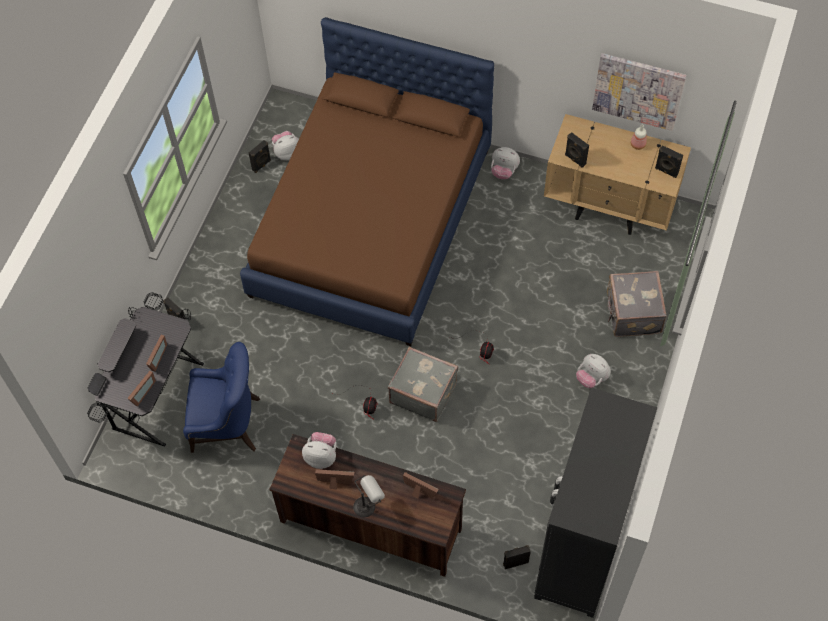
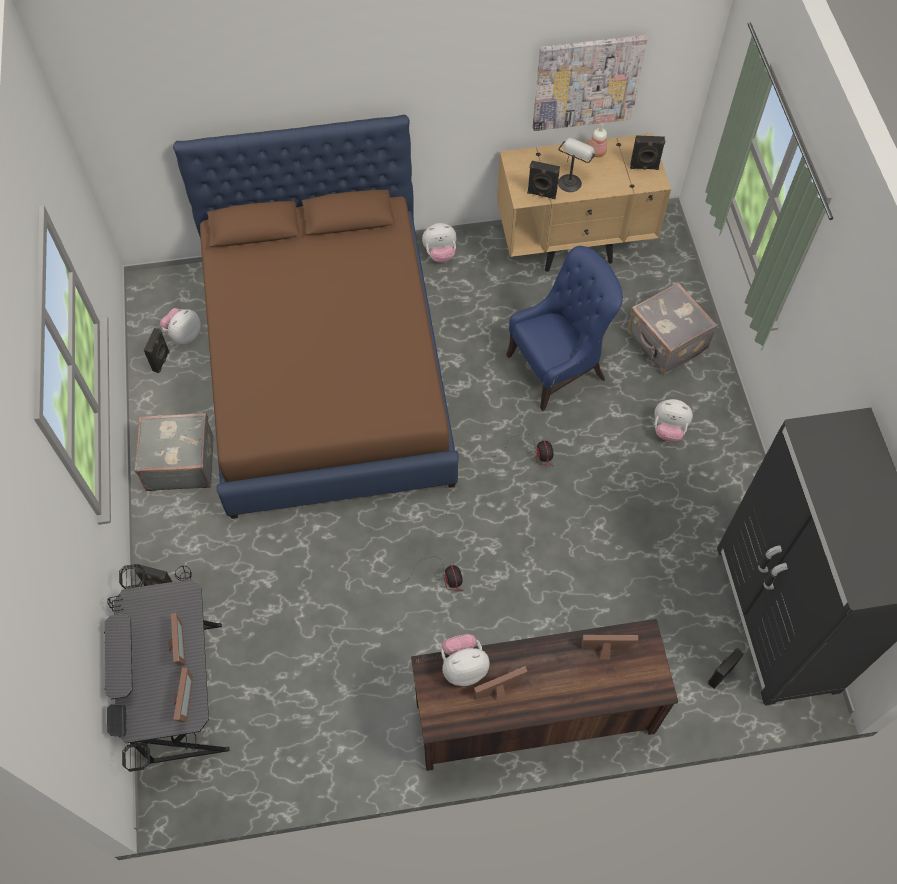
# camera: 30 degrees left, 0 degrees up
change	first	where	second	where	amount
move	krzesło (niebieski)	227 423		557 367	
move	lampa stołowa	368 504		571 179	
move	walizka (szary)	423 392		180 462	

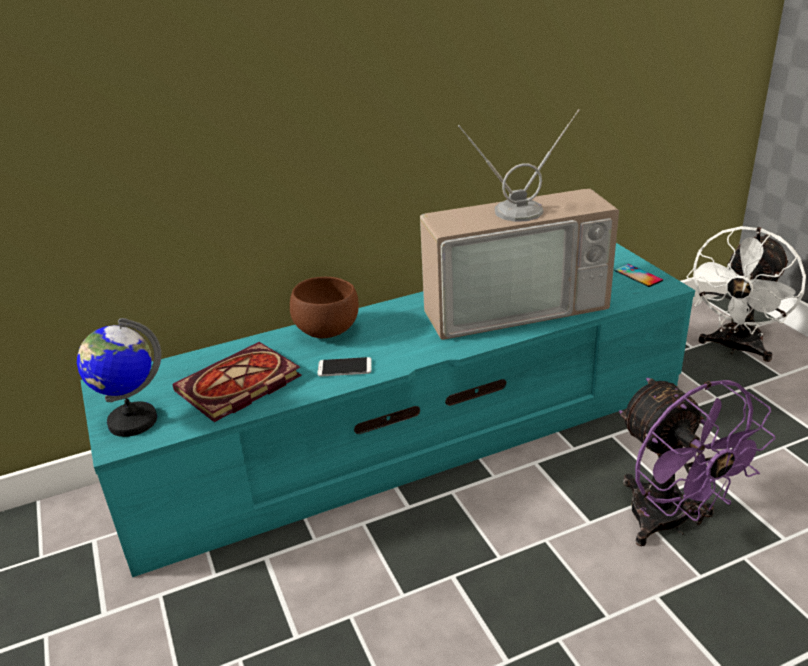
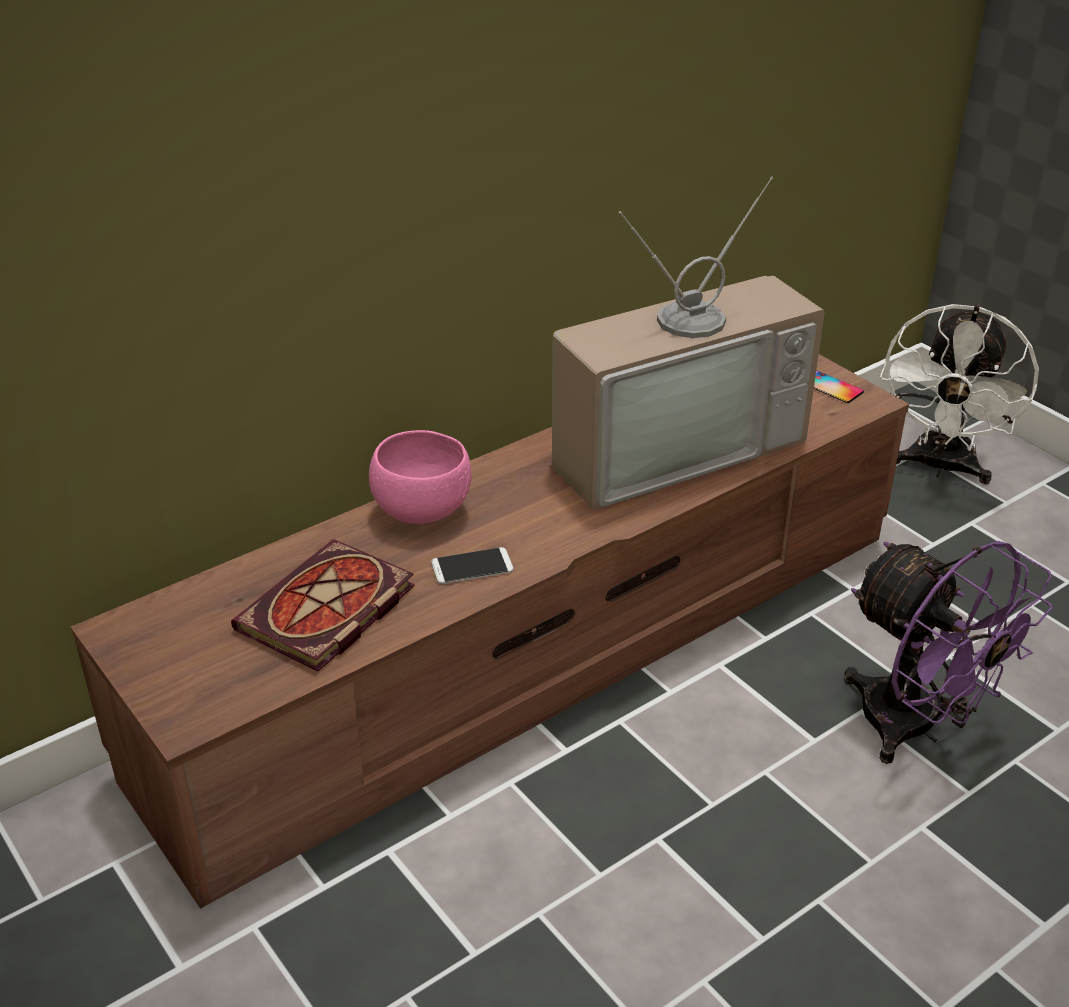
# camera: 15 degrees left, 5 degrees up
change	first	where	second	where	amount
delete	globus	132 421			
recolor	szafka pod telewizor (turkusowy)	410 434	szafka pod telewizor (brązowy)	533 643	
recolor	miska (brązowy)	328 331	miska (różowy)	423 511	

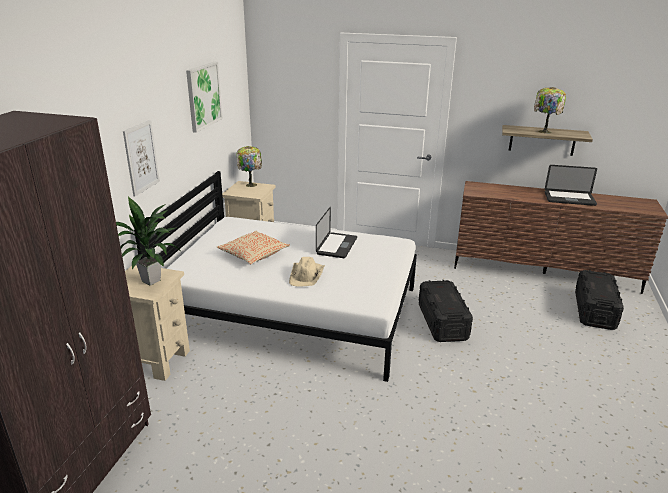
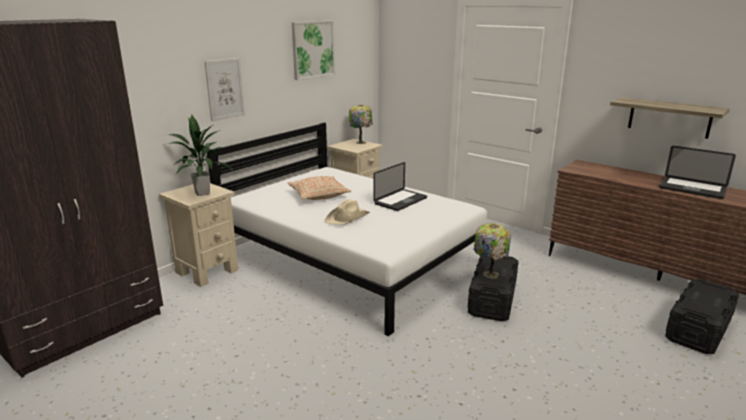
# camera: 25 degrees right, 5 degrees down
change	first	where	second	where	amount
move	lampa stołowa	544 132		489 274	

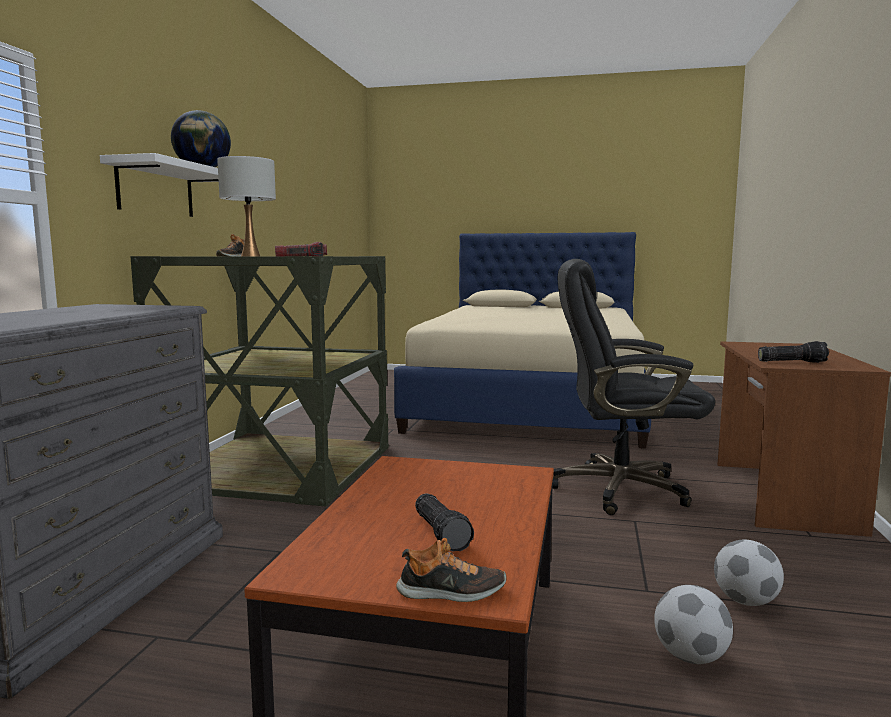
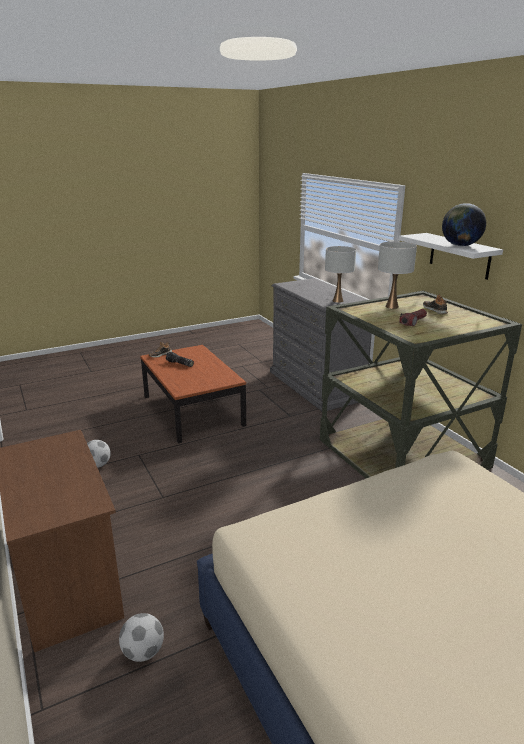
# camera: 140 degrees right, 15 degrees up
change	first	where	second	where	amount
delete	krzesło biurowe (czarny)	622 490			
delete	latarka	791 362			
insert			lampa stołowa (biały)	337 301	
move	piłka futbolowa	690 657		143 652	

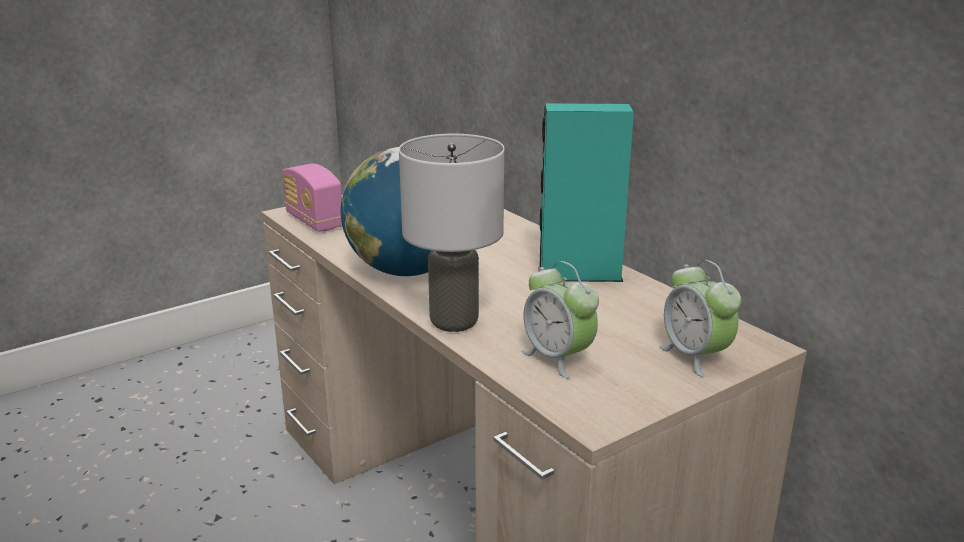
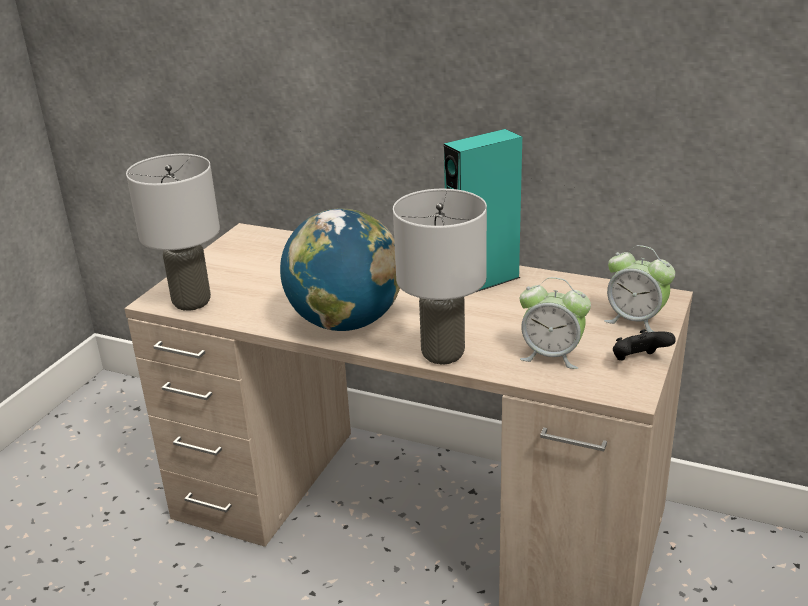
# camera: 30 degrees left, 5 degrees up
change	first	where	second	where	amount
insert			pad do gier (czarny)	638 361	
replace	radio	314 221	lampa stołowa (biały)	194 302	

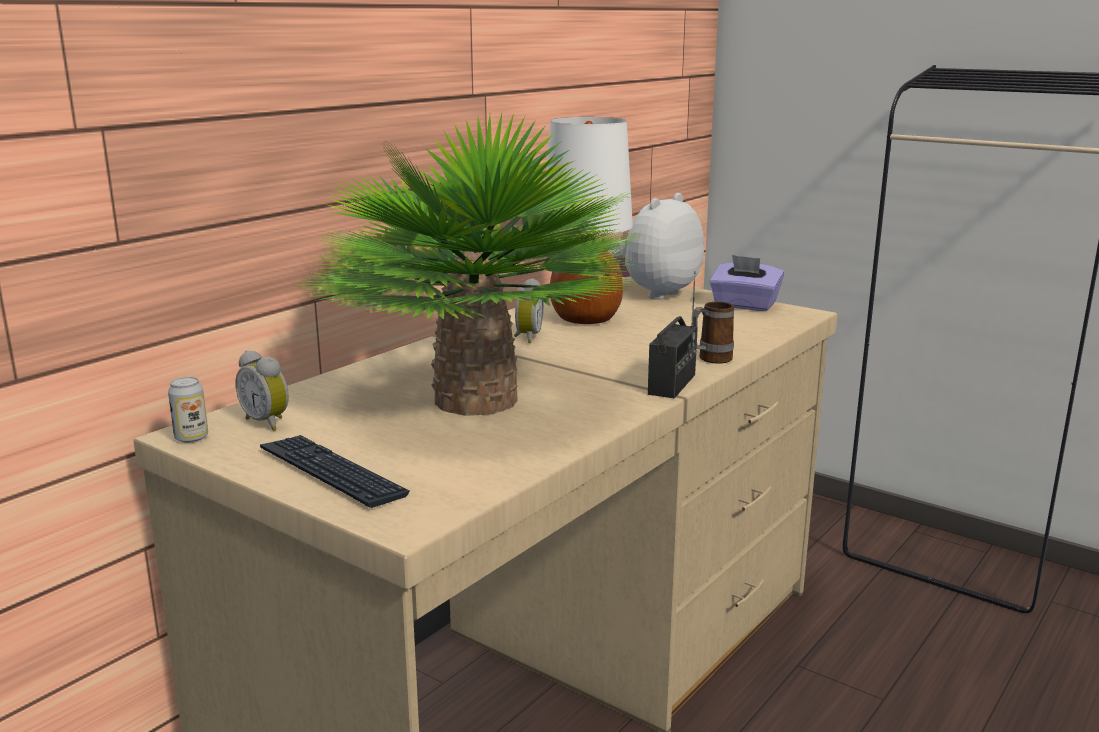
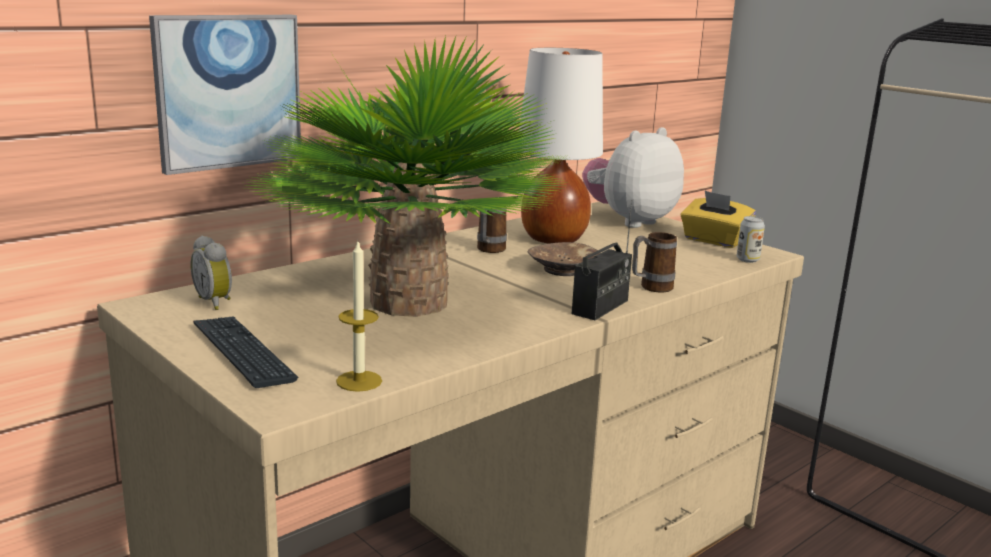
# camera: 10 degrees right, 0 degrees up
change	first	where	second	where	amount
insert			obraz	228 91	
insert			świeca	359 381	
insert			miska (brązowy)	564 270	
move	puszka	191 438		747 260	
replace	budzik	526 337	kubek	489 250	
recolor	pudełko chusteczek (fioletowy)	744 305	pudełko chusteczek (żółty)	714 240	

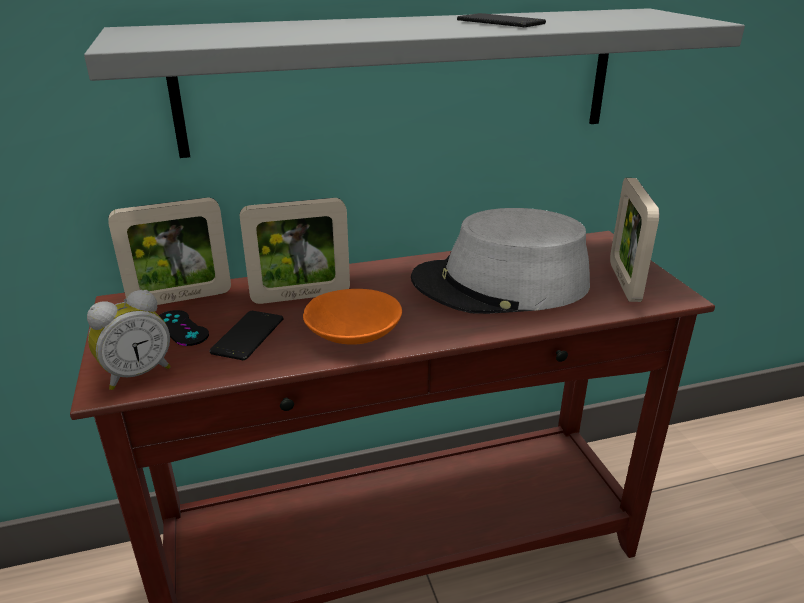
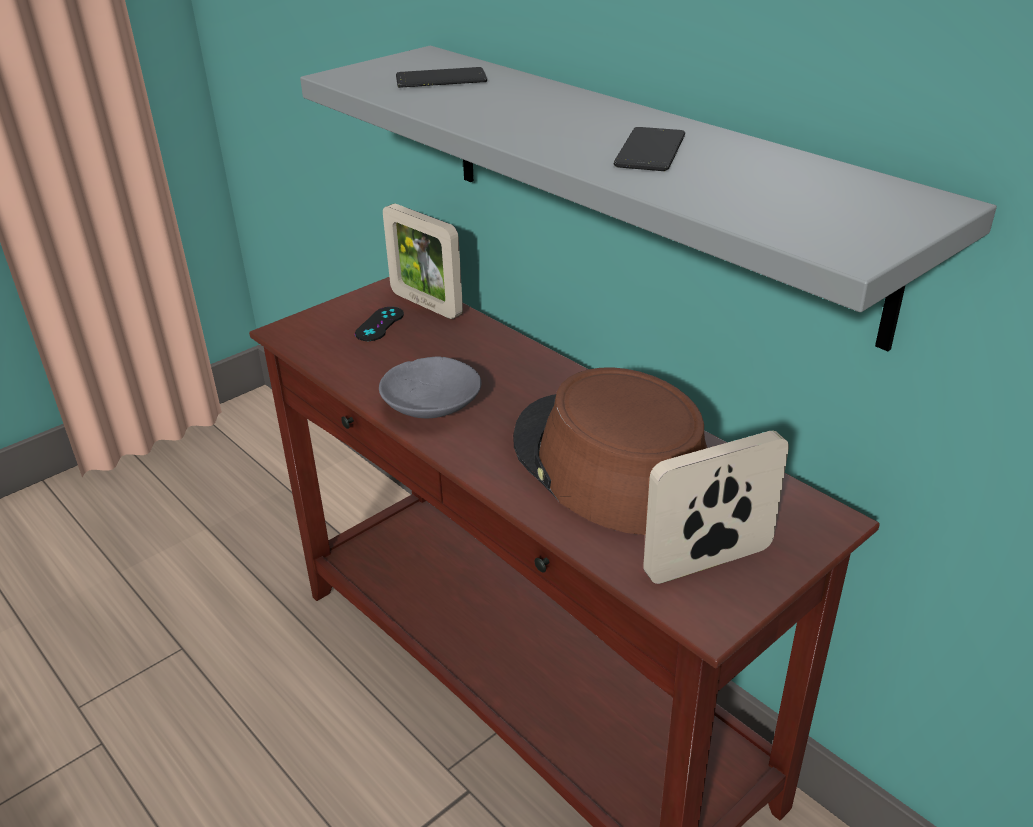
# camera: 65 degrees right, 5 degrees up
change	first	where	second	where	amount
delete	budzik	137 374			
delete	ramka na zdjęcie	300 296			
move	telefon	248 336		441 79	
recolor	miska (pomarańczowy)	352 332	miska (szary)	432 404	
recolor	kapelusz (szary)	501 284	kapelusz (brązowy)	608 465	

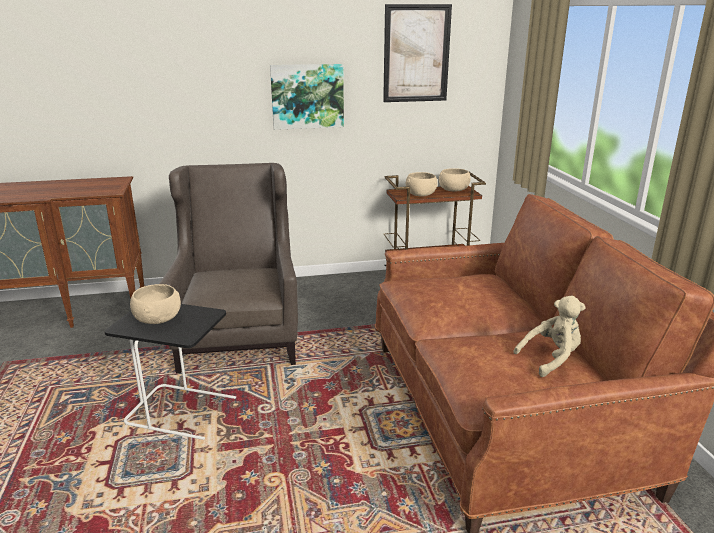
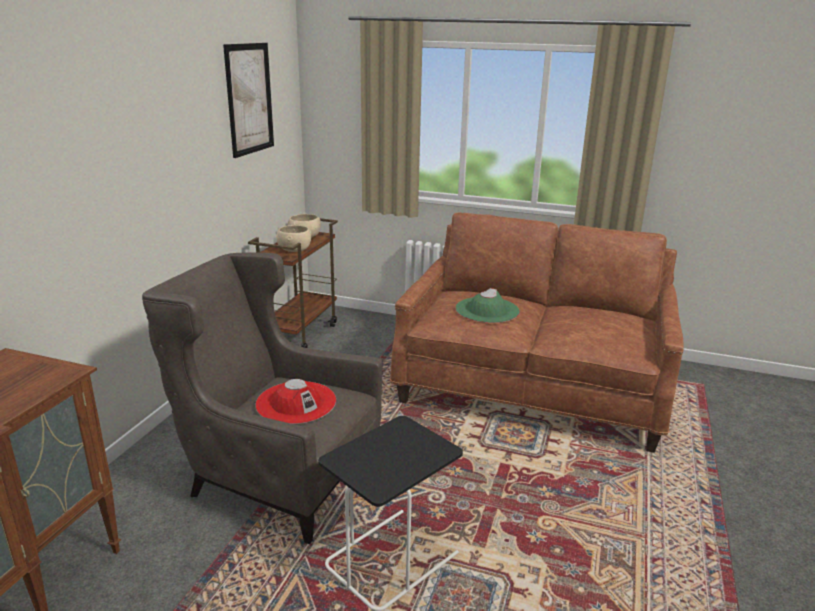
# camera: 60 degrees left, 0 degrees up
change	first	where	second	where	amount
delete	miska (beżowy)	157 319			
delete	obraz	307 96			
delete	pluszak (beżowy)	551 359			
insert			kapelusz (czerwony)	296 402	
insert			kapelusz (zielony)	487 310	

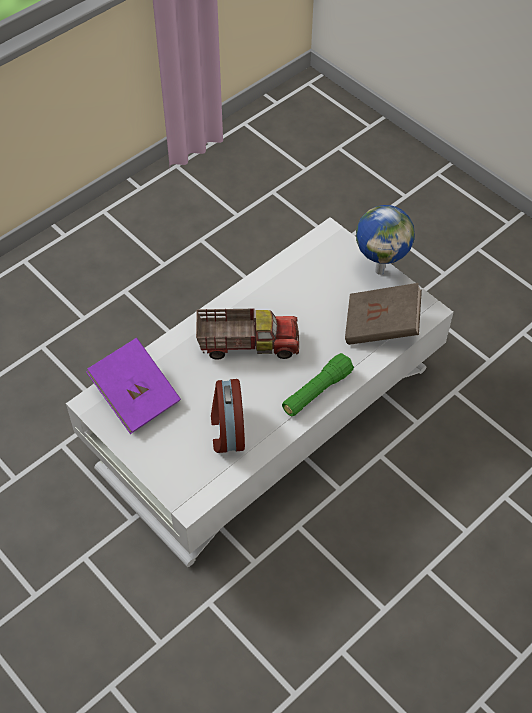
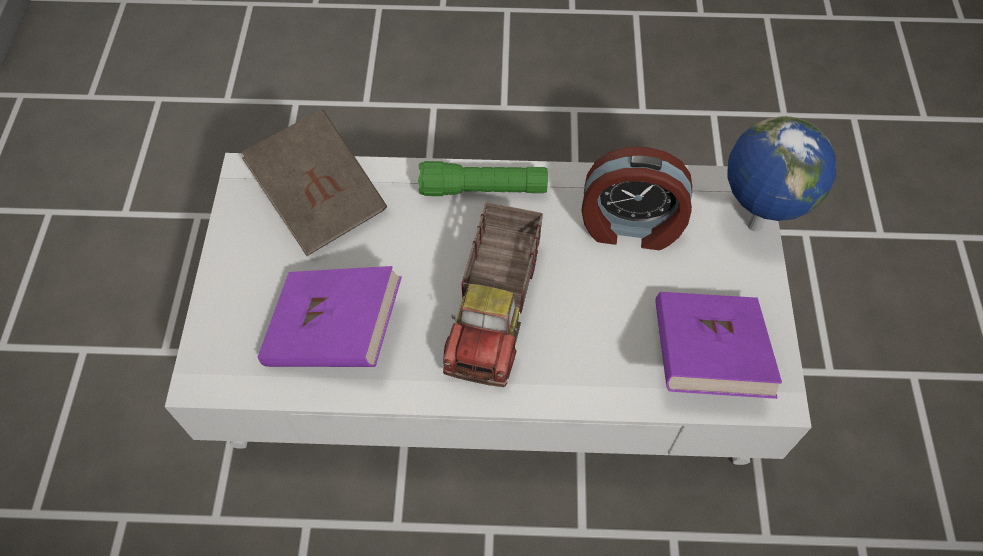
# camera: 135 degrees left, 5 degrees up
change	first	where	second	where	amount
insert			książka (fioletowy)	335 334	
move	globus	380 270		752 225	
rotate	ciężarówka zabawkowa	247 344		496 310	120 degrees counterclockwise
rotate	budzik	227 430		630 227	60 degrees clockwise

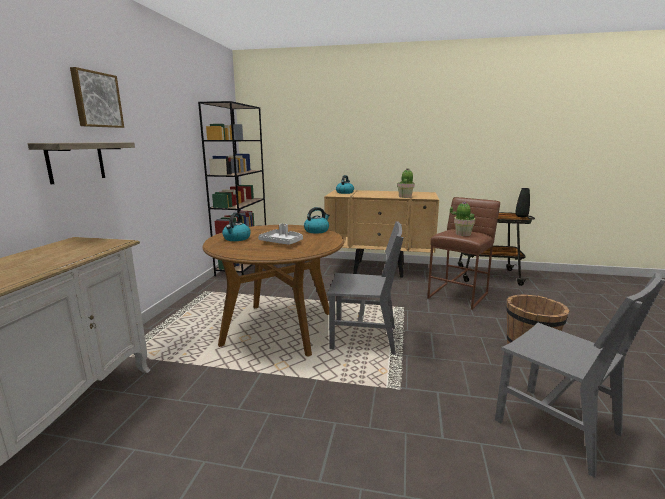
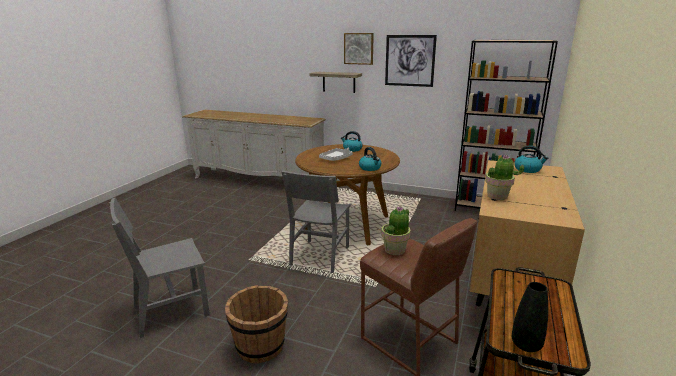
# camera: 100 degrees right, 5 degrees up
change	first	where	second	where	amount
insert			obraz	410 60	

